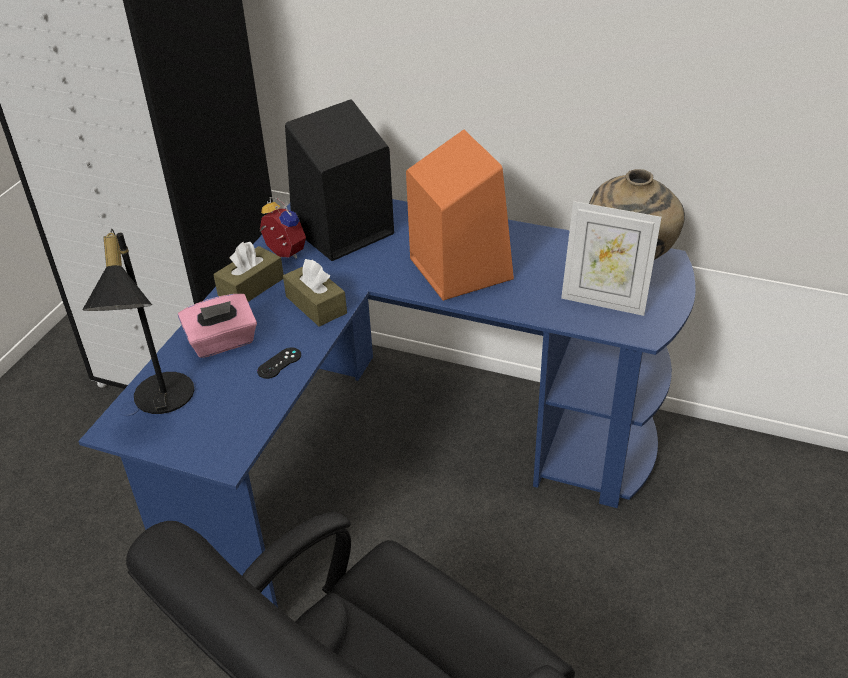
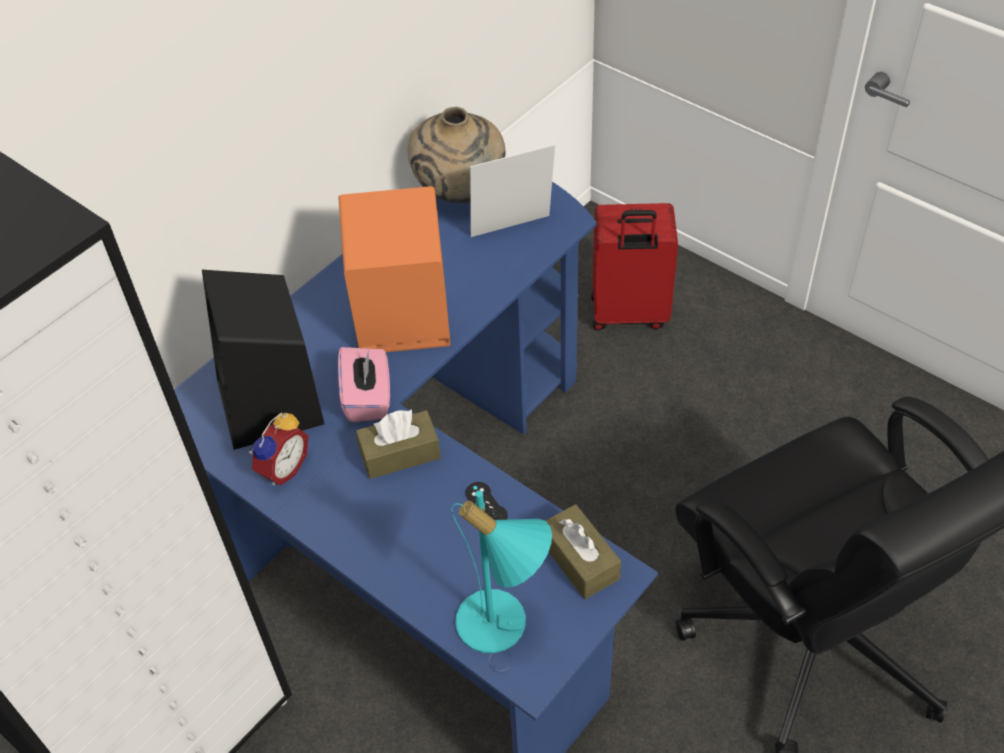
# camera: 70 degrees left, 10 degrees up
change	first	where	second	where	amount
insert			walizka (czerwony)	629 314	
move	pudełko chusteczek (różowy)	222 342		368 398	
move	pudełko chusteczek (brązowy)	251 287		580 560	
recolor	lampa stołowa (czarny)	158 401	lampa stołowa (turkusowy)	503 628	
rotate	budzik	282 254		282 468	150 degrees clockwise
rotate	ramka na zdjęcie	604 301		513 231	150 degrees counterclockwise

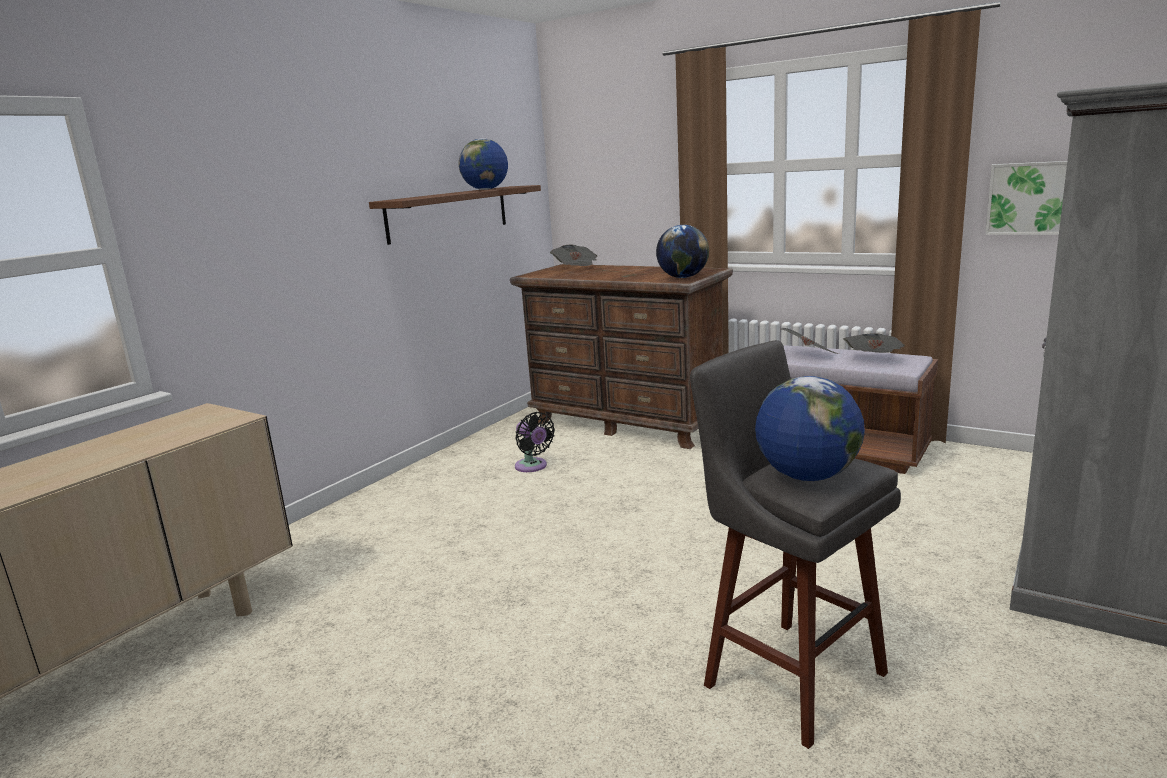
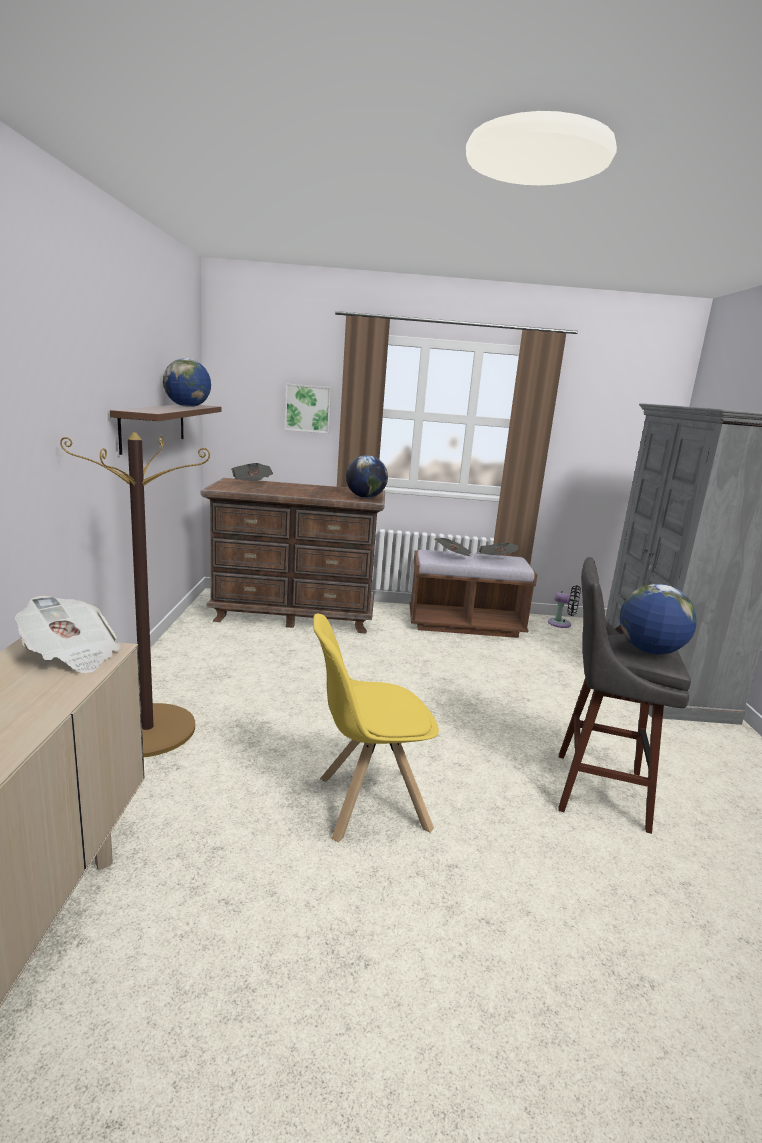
# camera: 35 degrees left, 0 degrees up
change	first	where	second	where	amount
insert			gazeta	71 656	
insert			wieszak (brązowy)	147 730	
insert			krzesło (żółty)	367 803	
move	wentylator (czarny)	532 467		562 624	
move	obraz	1028 198		308 408	

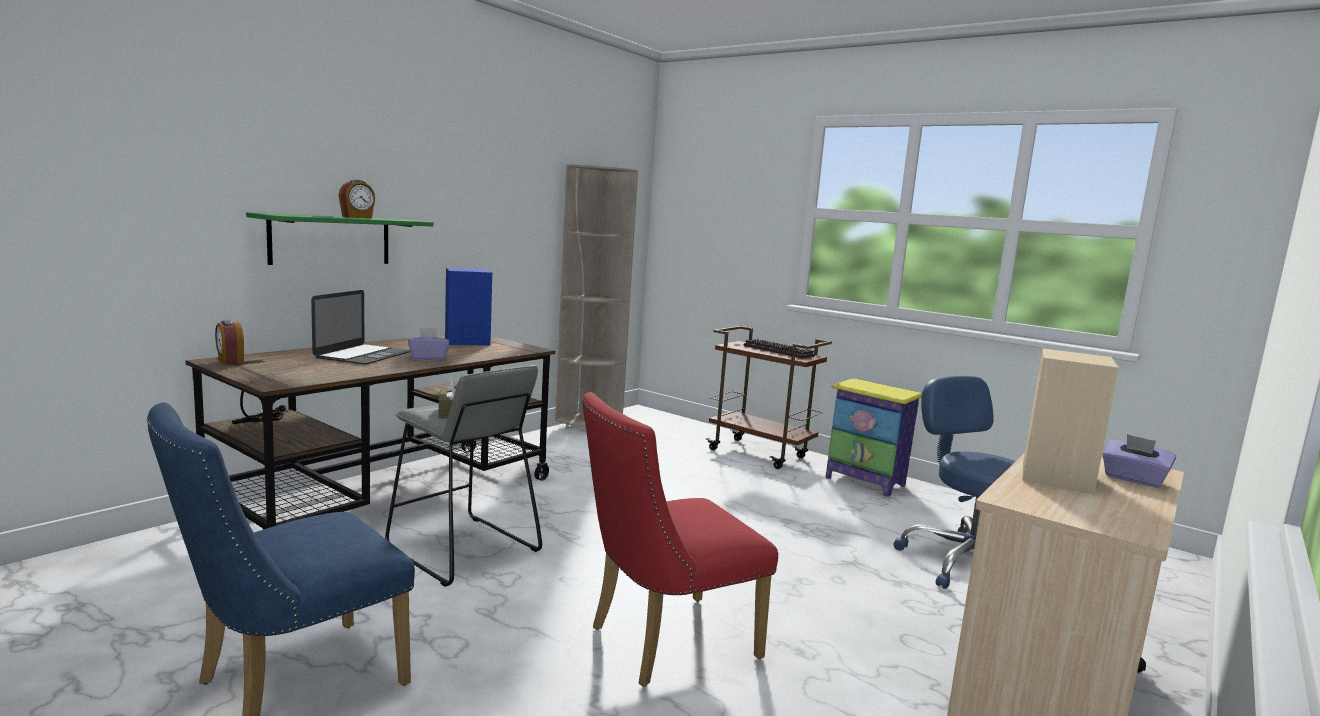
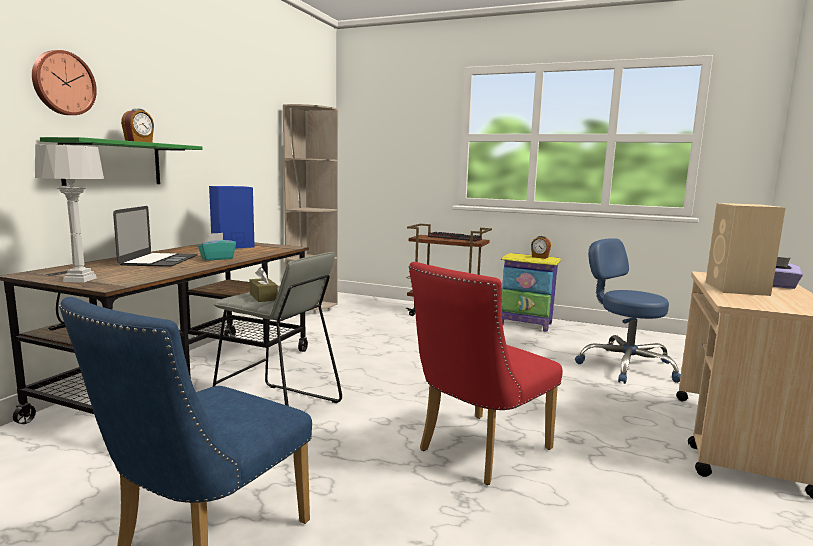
# camera: 15 degrees left, 0 degrees up
change	first	where	second	where	amount
insert			zegar ścienny	63 83	
insert			lampa stołowa (szary)	79 280	
move	budzik	230 361		540 257	
recolor	pudełko chusteczek (fioletowy)	428 358	pudełko chusteczek (turkusowy)	217 258	

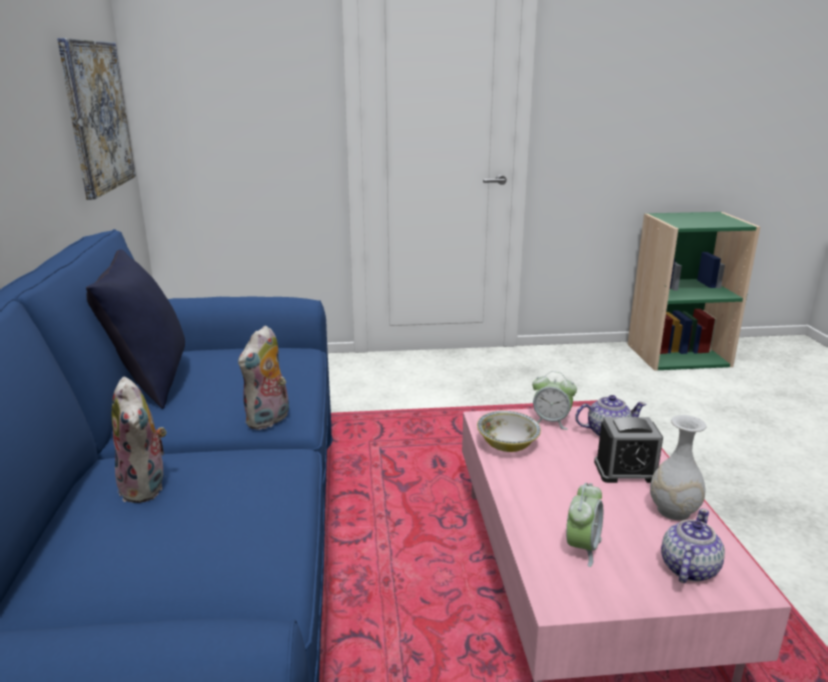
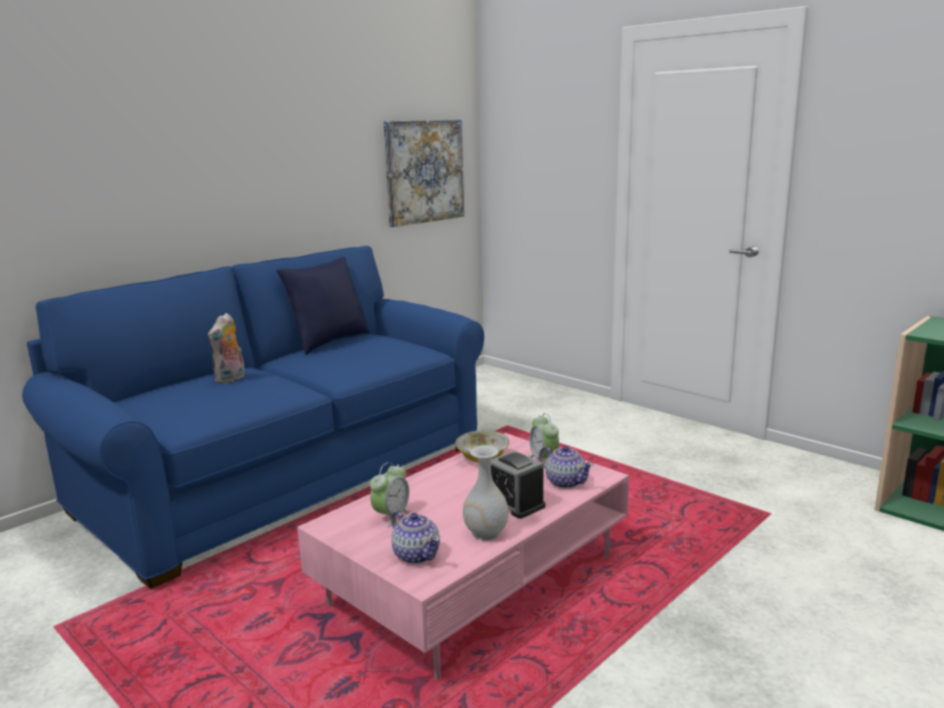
# camera: 50 degrees right, 5 degrees down
change	first	where	second	where	amount
delete	pluszak	269 420			
rotate	budzik	582 548		391 516	45 degrees counterclockwise
rotate	imbryk	688 568		416 555	60 degrees clockwise

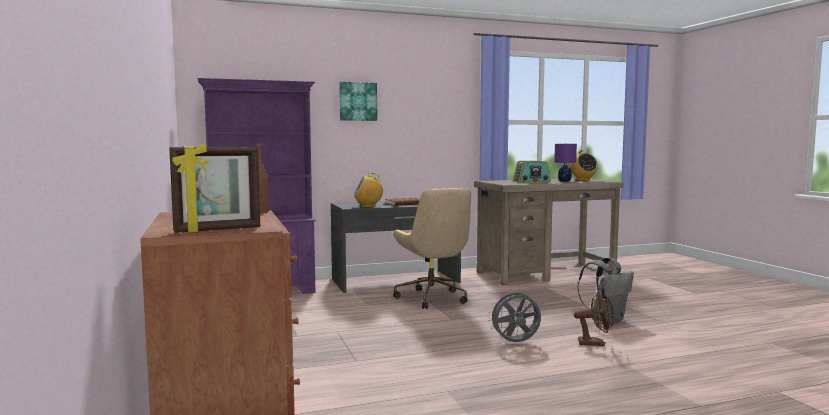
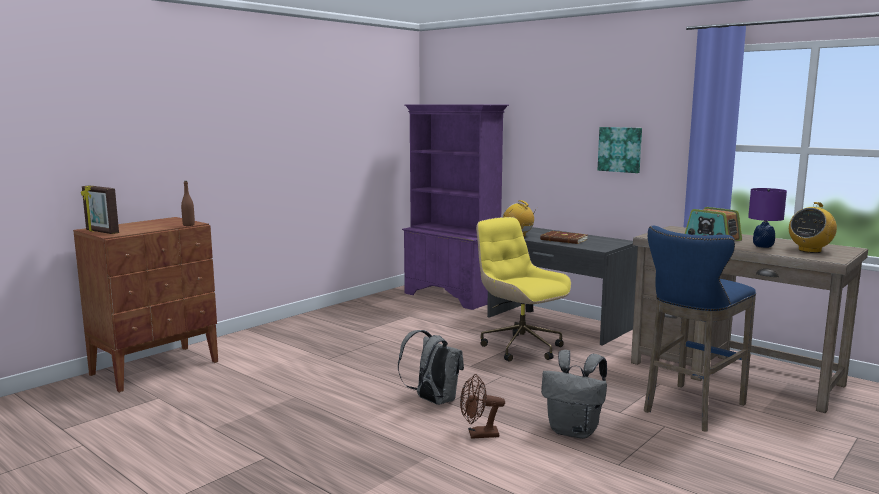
# camera: 60 degrees right, 5 degrees up
change	first	where	second	where	amount
insert			stołek (niebieski)	691 409	
move	obraz	358 101		620 149	
replace	wentylator (szary)	515 343	plecak (szary)	433 401	
rotate	krzesło biurowe (żółty)	432 299		520 347	105 degrees clockwise
rotate	wentylator (brązowy)	595 343		478 435	105 degrees clockwise

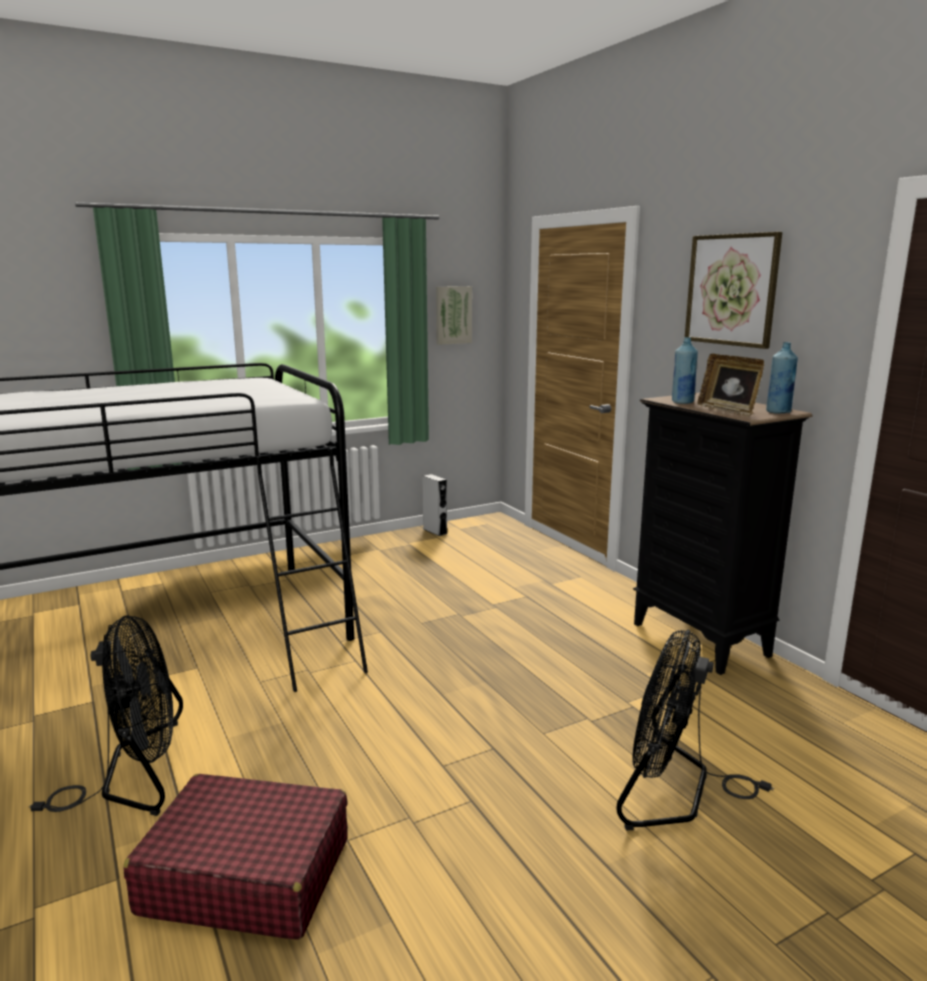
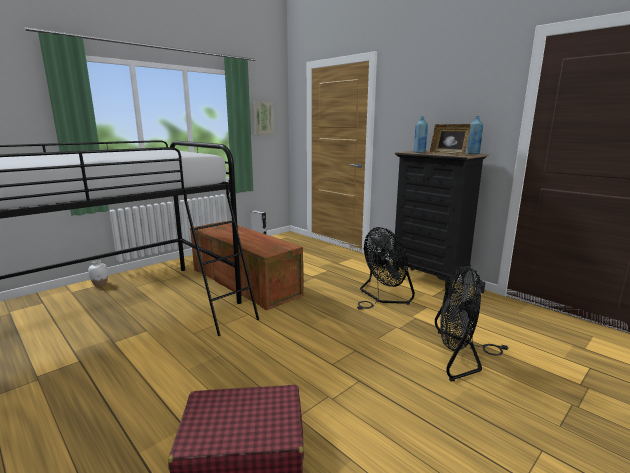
# camera: 15 degrees left, 0 degrees up
change	first	where	second	where	amount
delete	obraz	731 290			
insert			wazon (biały)	100 284	
insert			ławka (brązowy)	242 281	
move	wentylator (czarny)	133 773		378 295	

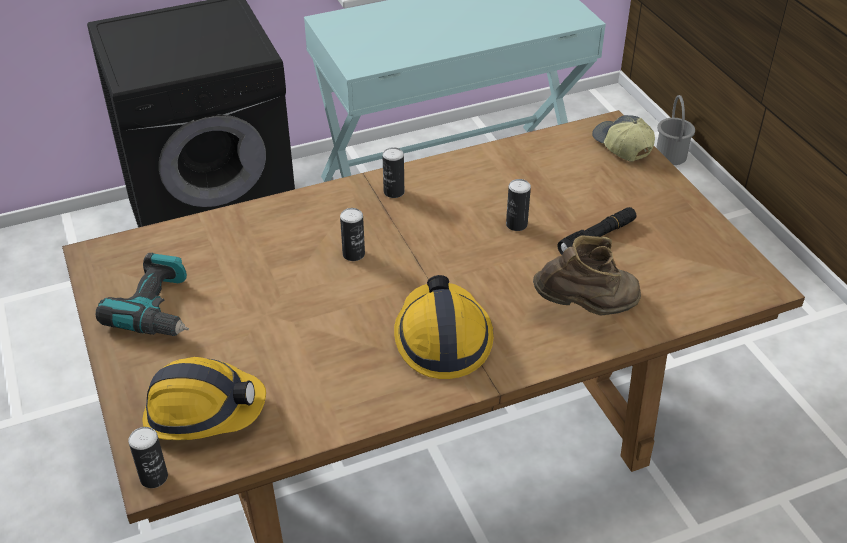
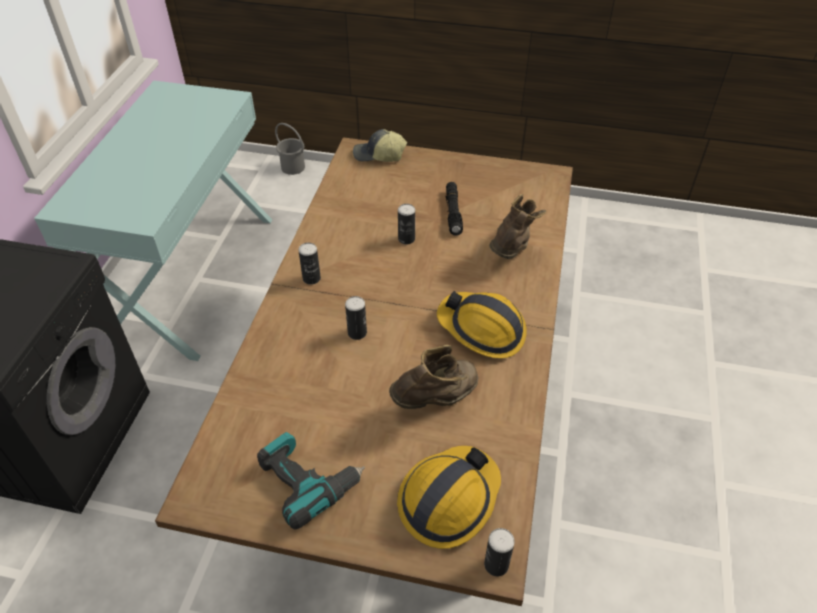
# camera: 55 degrees left, 5 degrees up
change	first	where	second	where	amount
insert			but z cholewką (brązowy)	437 400	

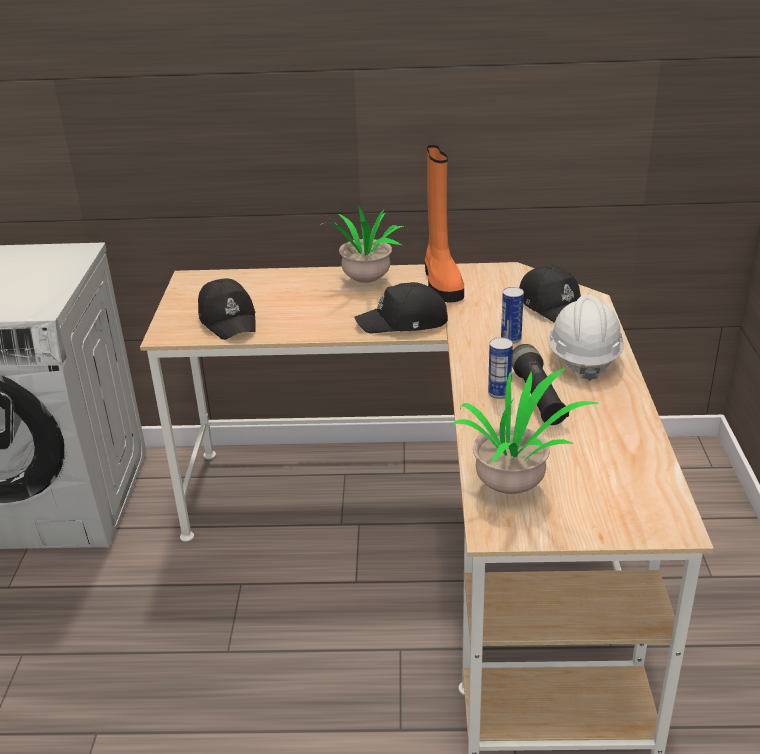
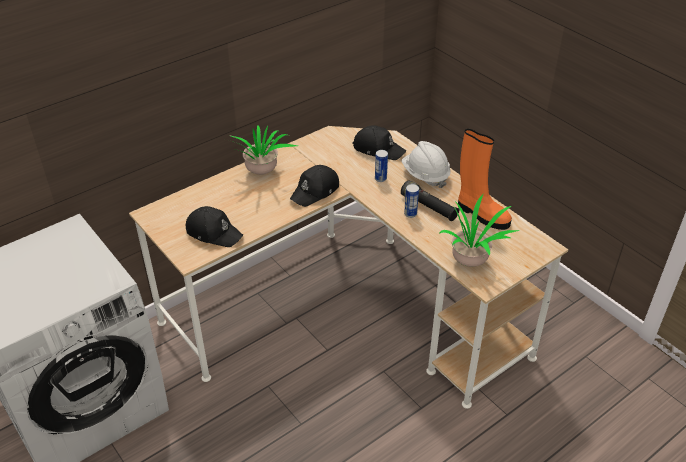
# camera: 40 degrees left, 10 degrees up
change	first	where	second	where	amount
move	but z cholewką (pomarańczowy)	441 282		481 214	

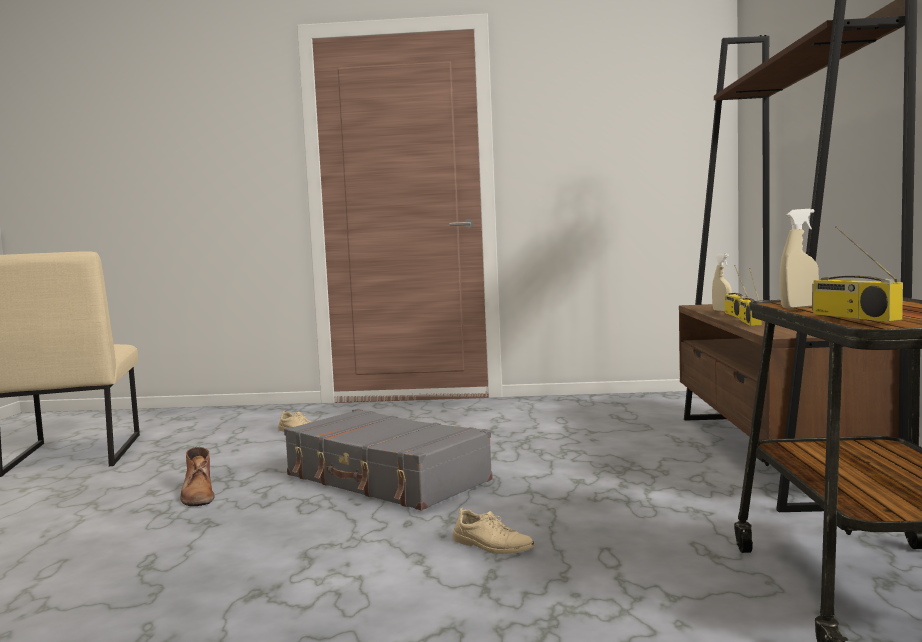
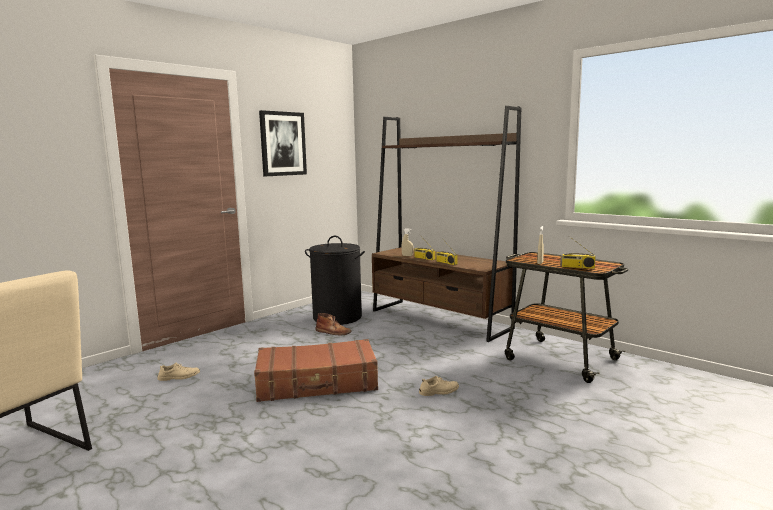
# camera: 50 degrees left, 5 degrees up
change	first	where	second	where	amount
insert			obraz	282 144	
insert			kosz na pranie (czarny)	337 317	
move	but z cholewką (brązowy)	198 494		333 332	
recolor	walizka (szary)	386 479	walizka (brązowy)	317 383	

